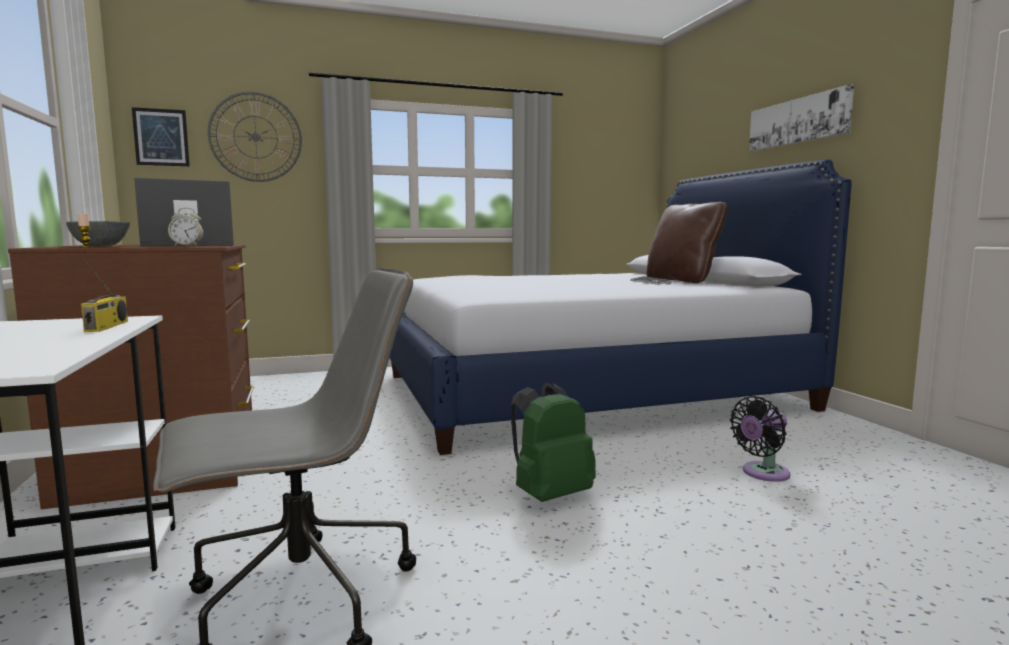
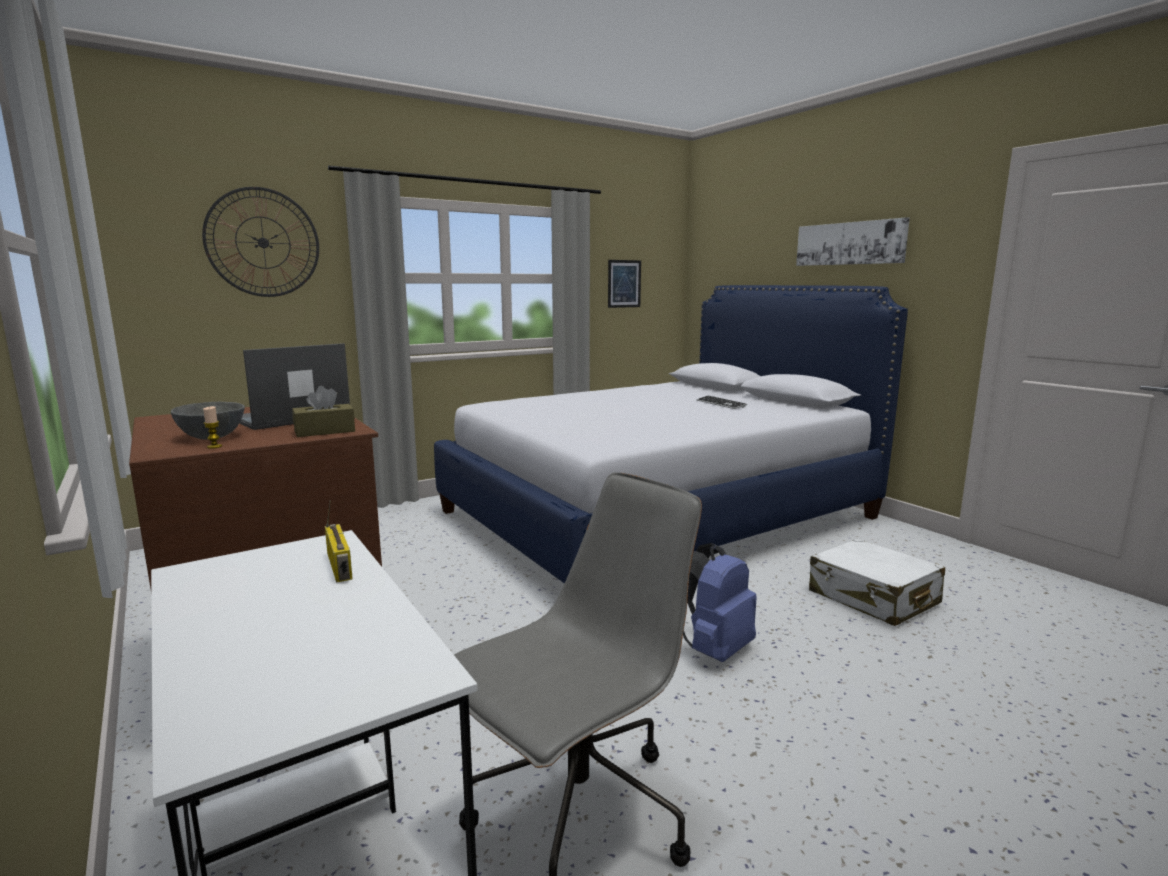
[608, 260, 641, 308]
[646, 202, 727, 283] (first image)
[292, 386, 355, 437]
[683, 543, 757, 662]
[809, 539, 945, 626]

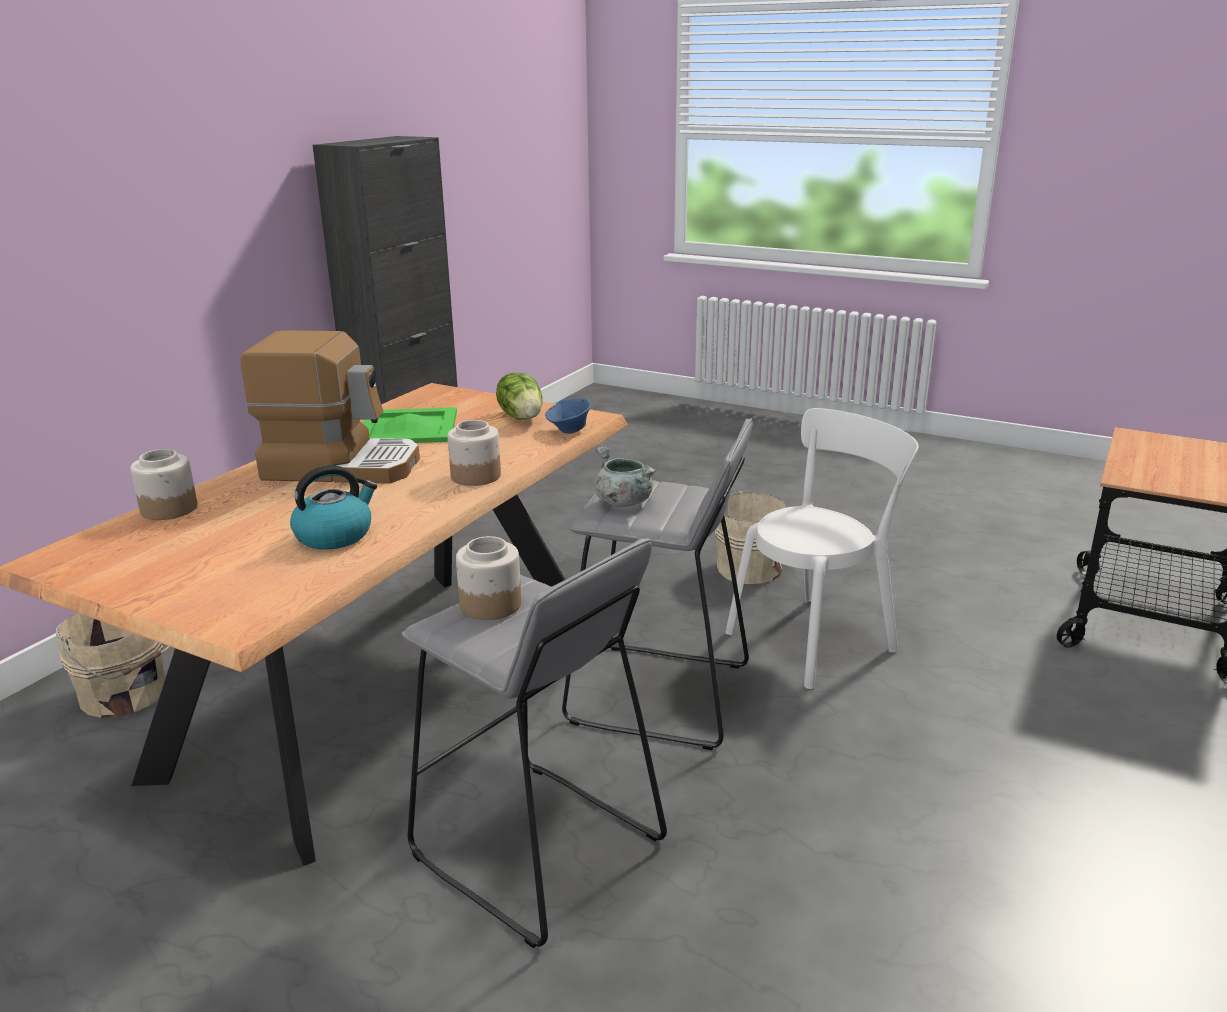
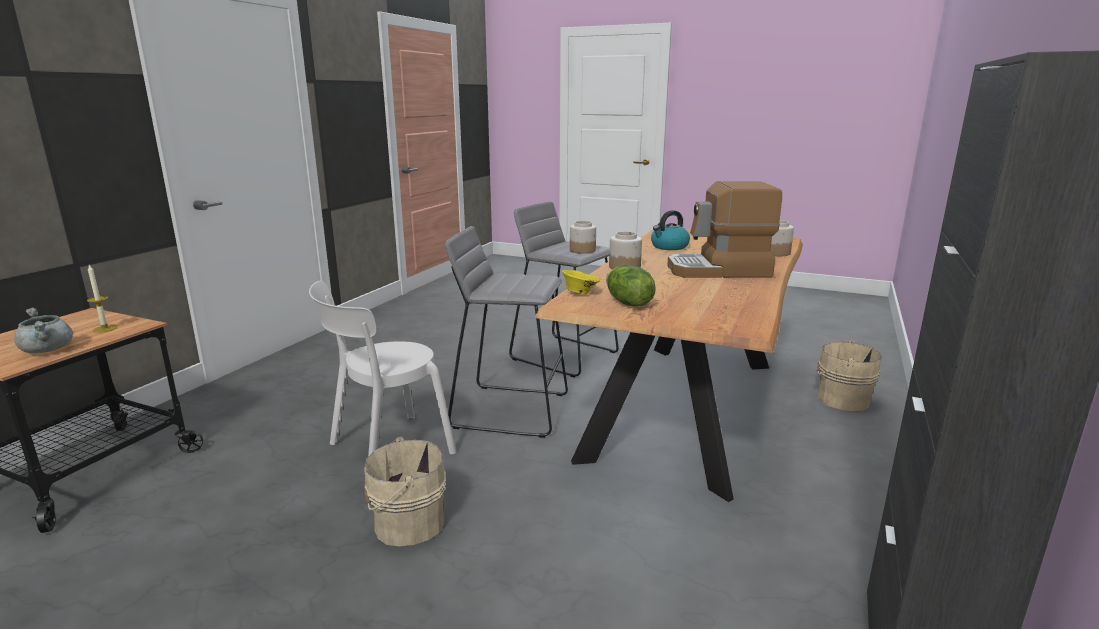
[562, 270, 600, 294]
[363, 407, 457, 443] (first image)
[14, 307, 73, 353]
[87, 265, 117, 333]

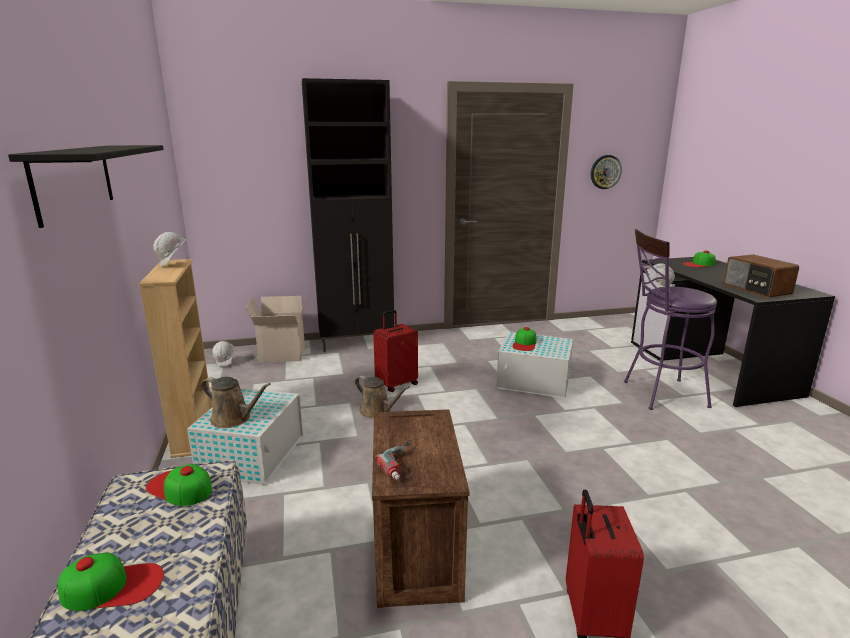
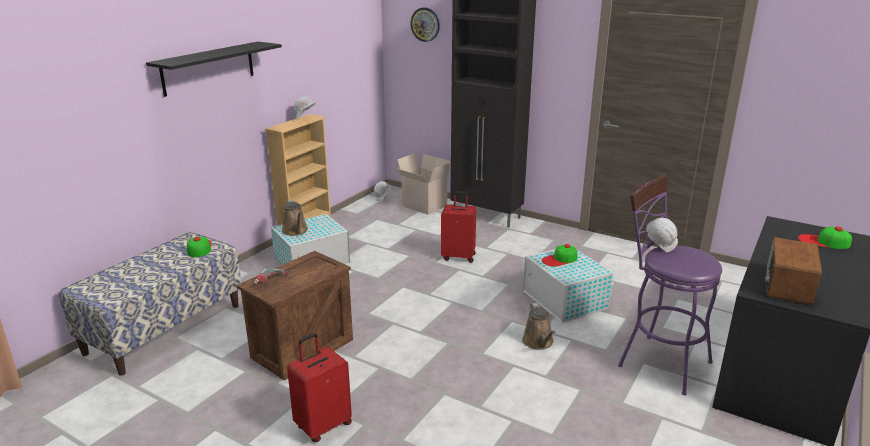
[410, 7, 440, 42]
[522, 303, 555, 350]
[57, 552, 164, 611] (first image)

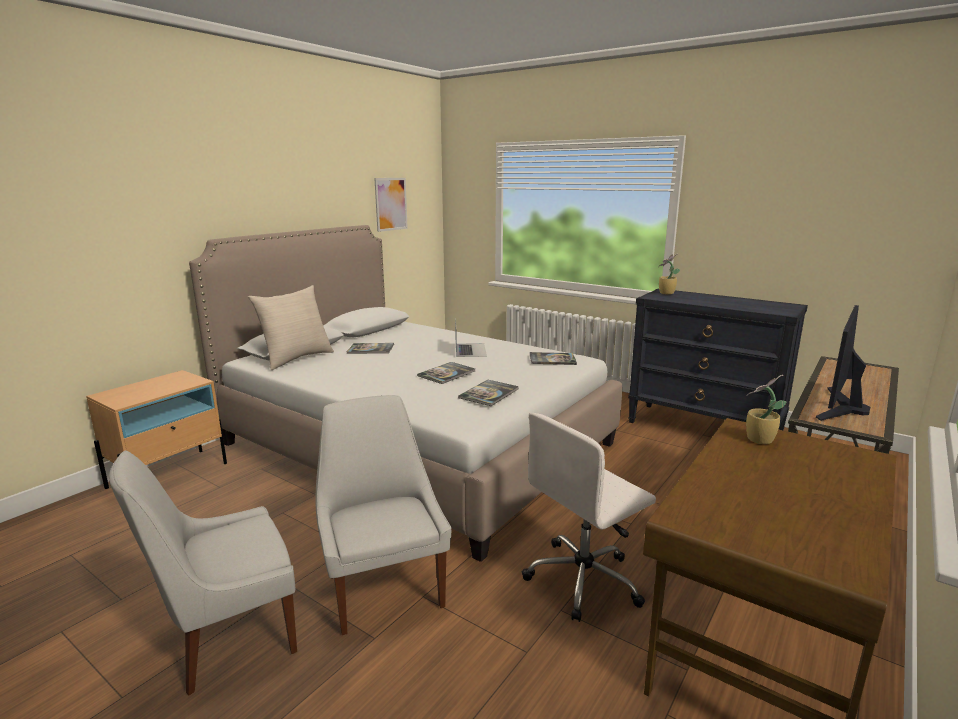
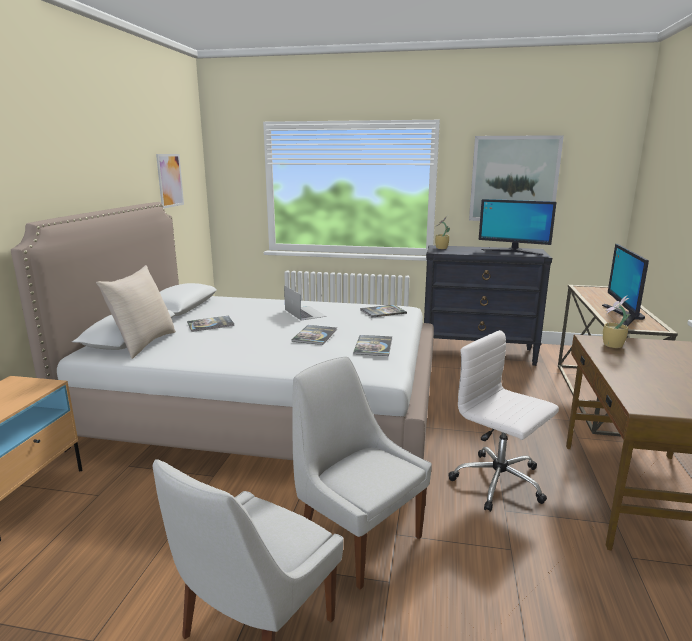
[449, 330, 559, 512]
[469, 135, 564, 221]
[479, 199, 556, 255]

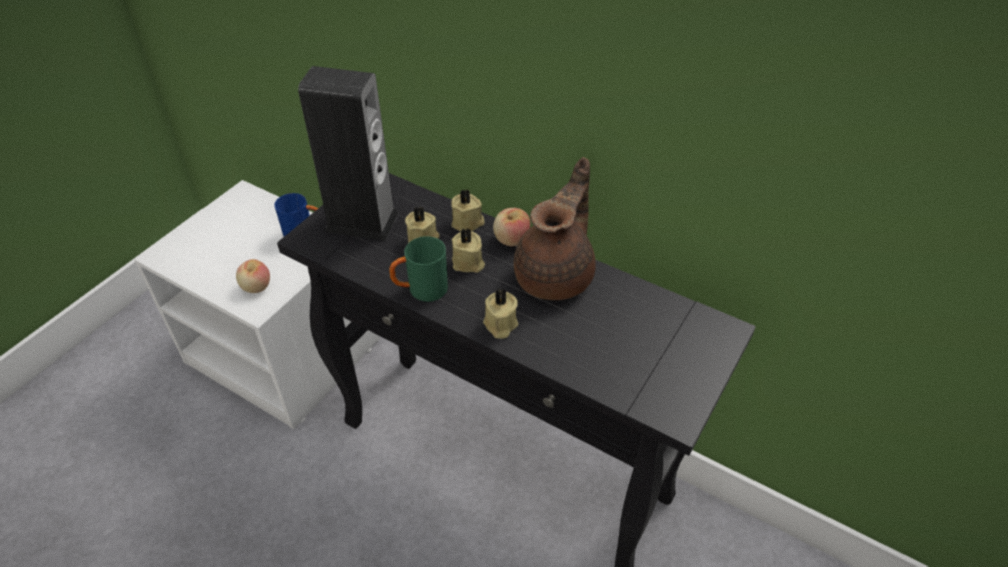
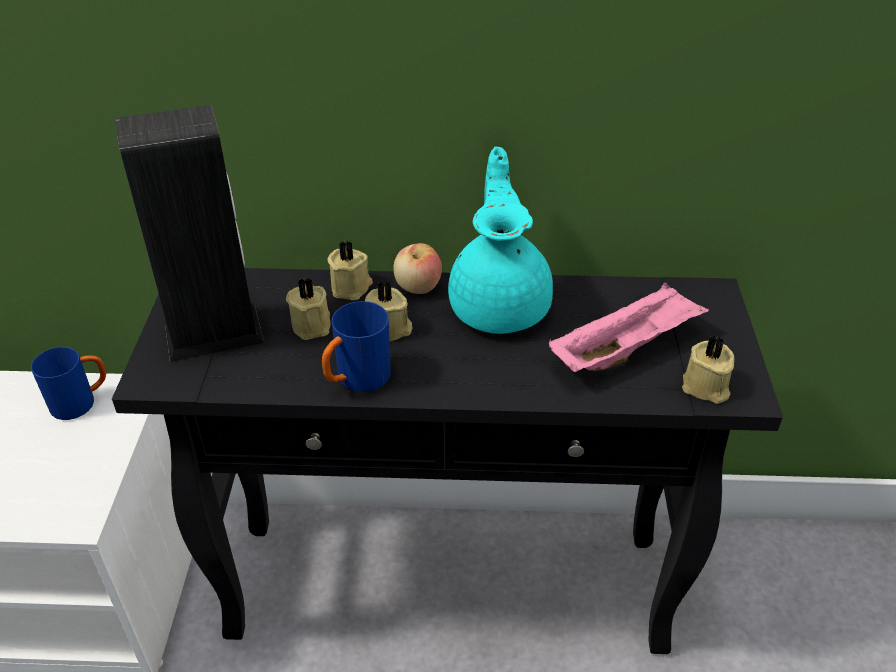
[448, 147, 553, 334]
[322, 301, 391, 392]
[236, 259, 270, 293] (first image)
[682, 335, 734, 404]
[549, 282, 709, 372]

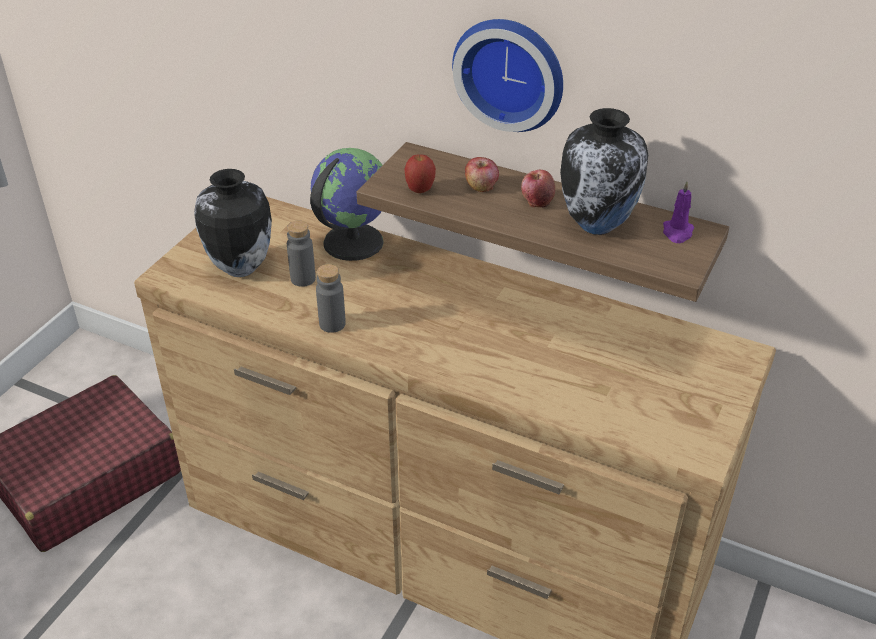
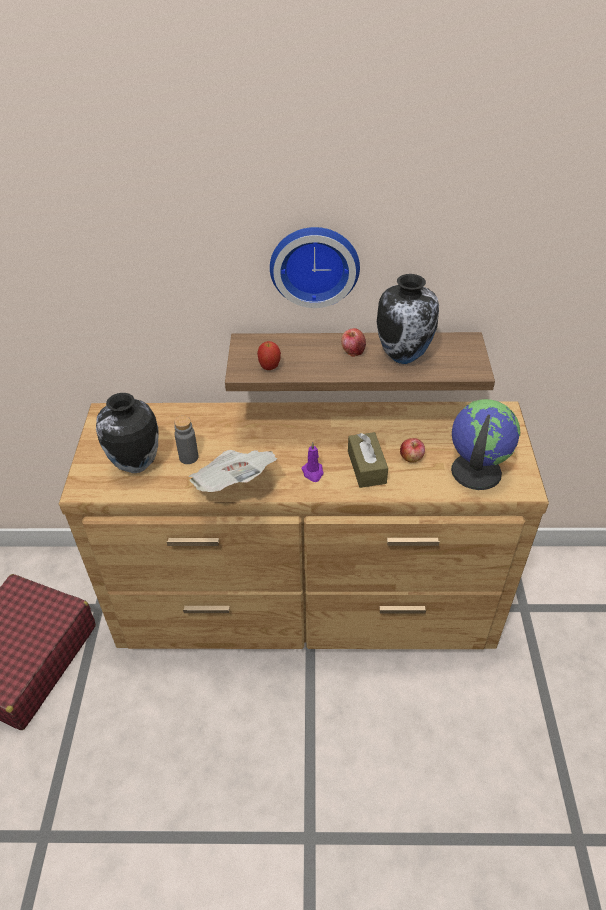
[451, 399, 520, 490]
[400, 438, 425, 463]
[301, 442, 323, 482]
[189, 450, 277, 492]
[348, 432, 388, 488]

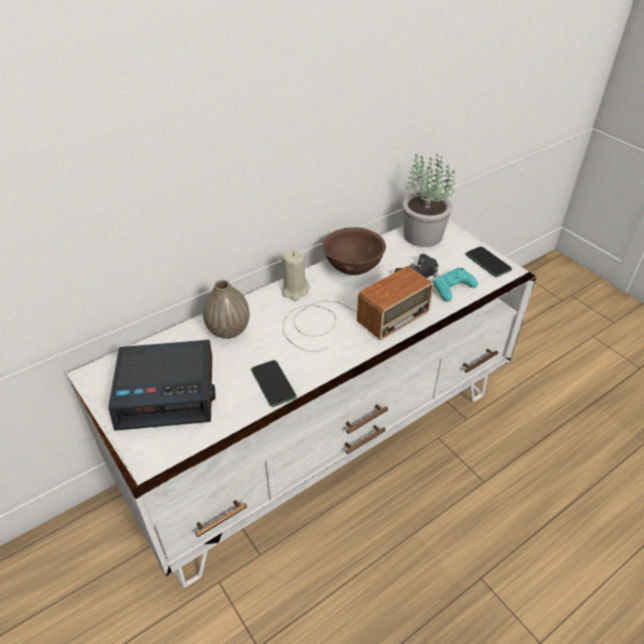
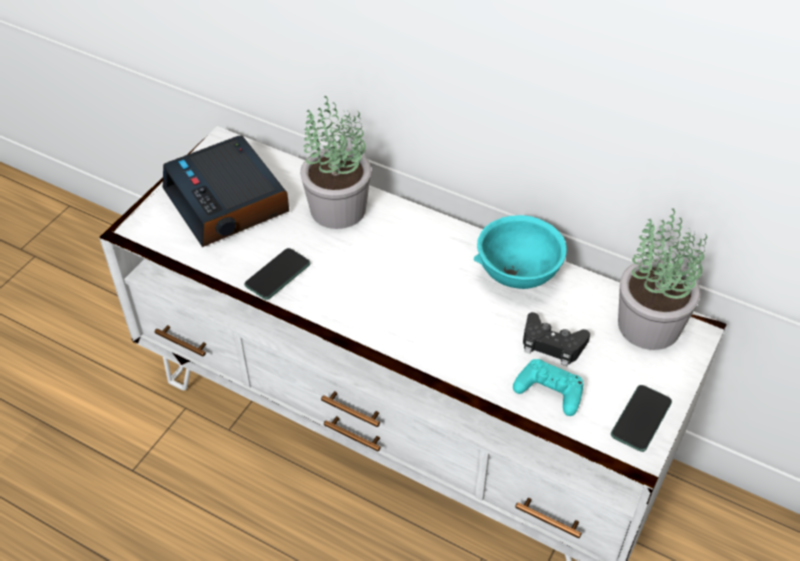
[474, 215, 567, 289]
[281, 250, 309, 301] (first image)
[282, 266, 434, 352] (first image)
[300, 96, 371, 229]

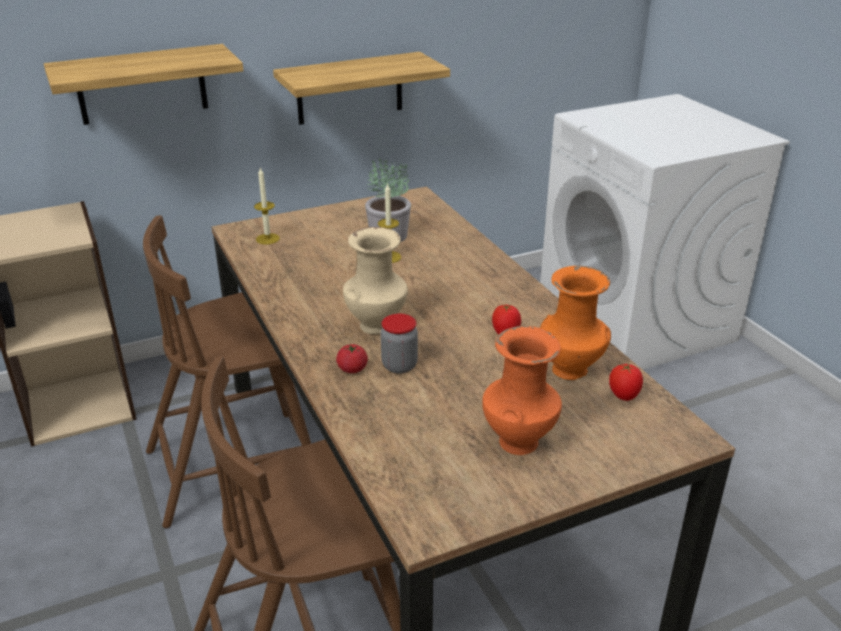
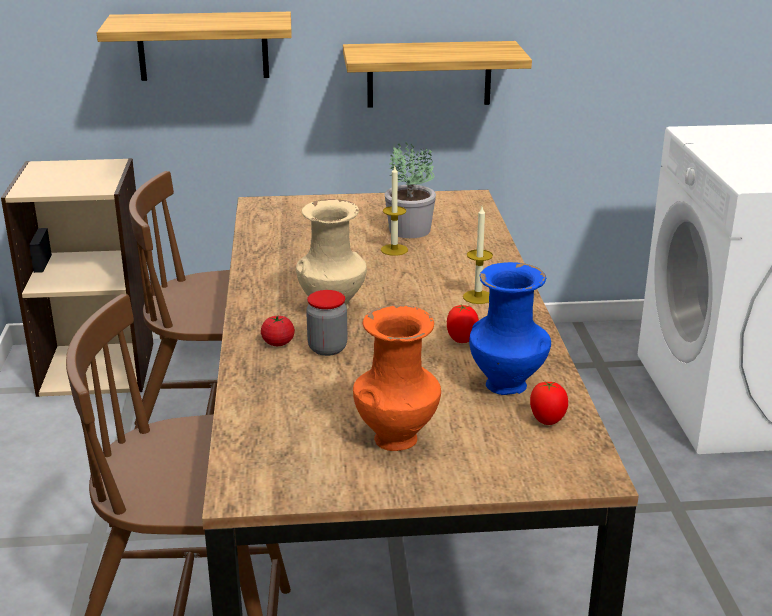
[463, 207, 493, 304]
[469, 262, 551, 395]

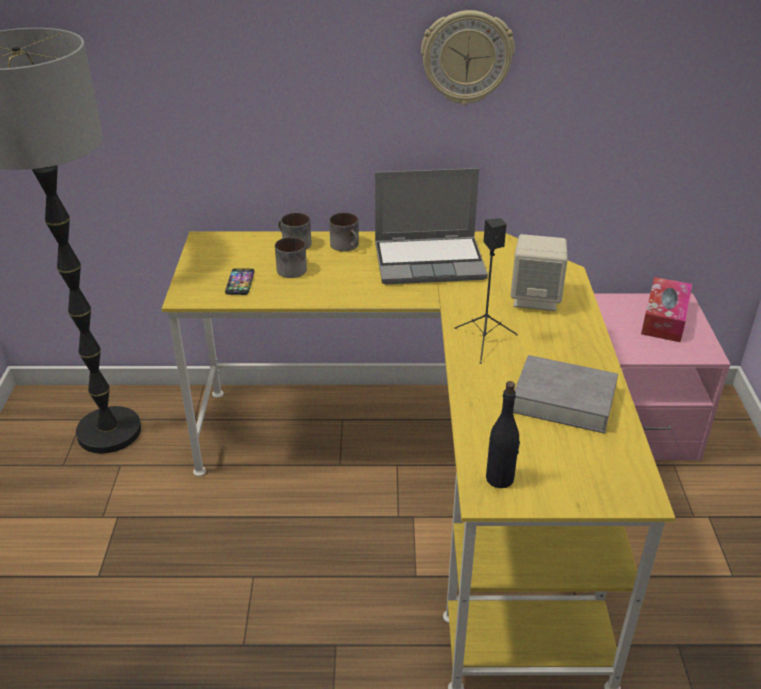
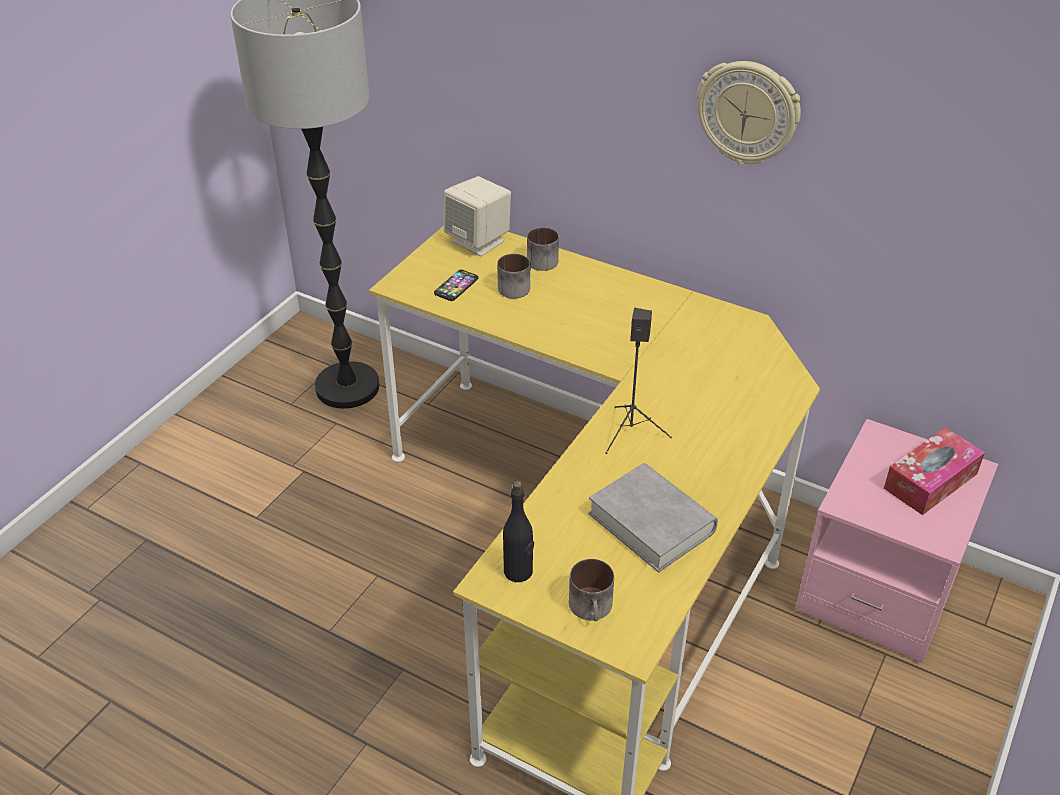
[375, 168, 488, 284] (first image)
[569, 559, 614, 621]
[444, 176, 511, 256]

